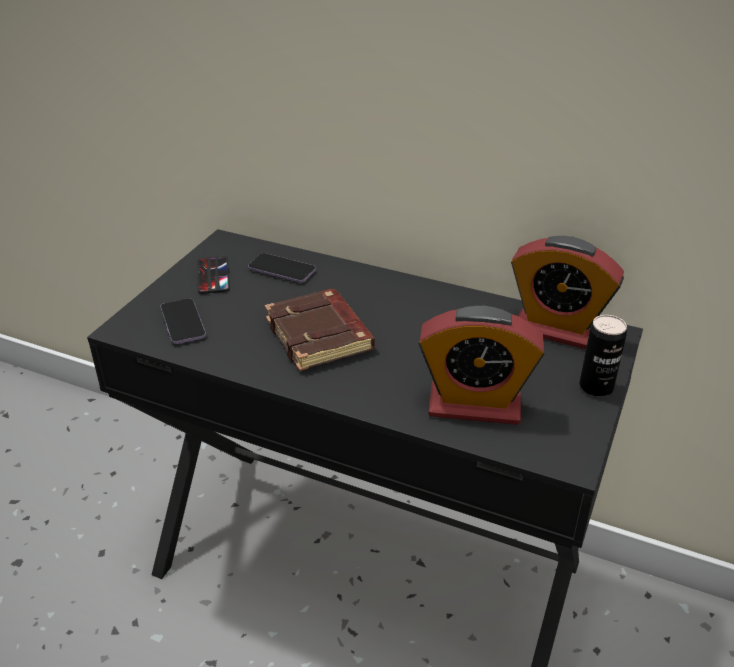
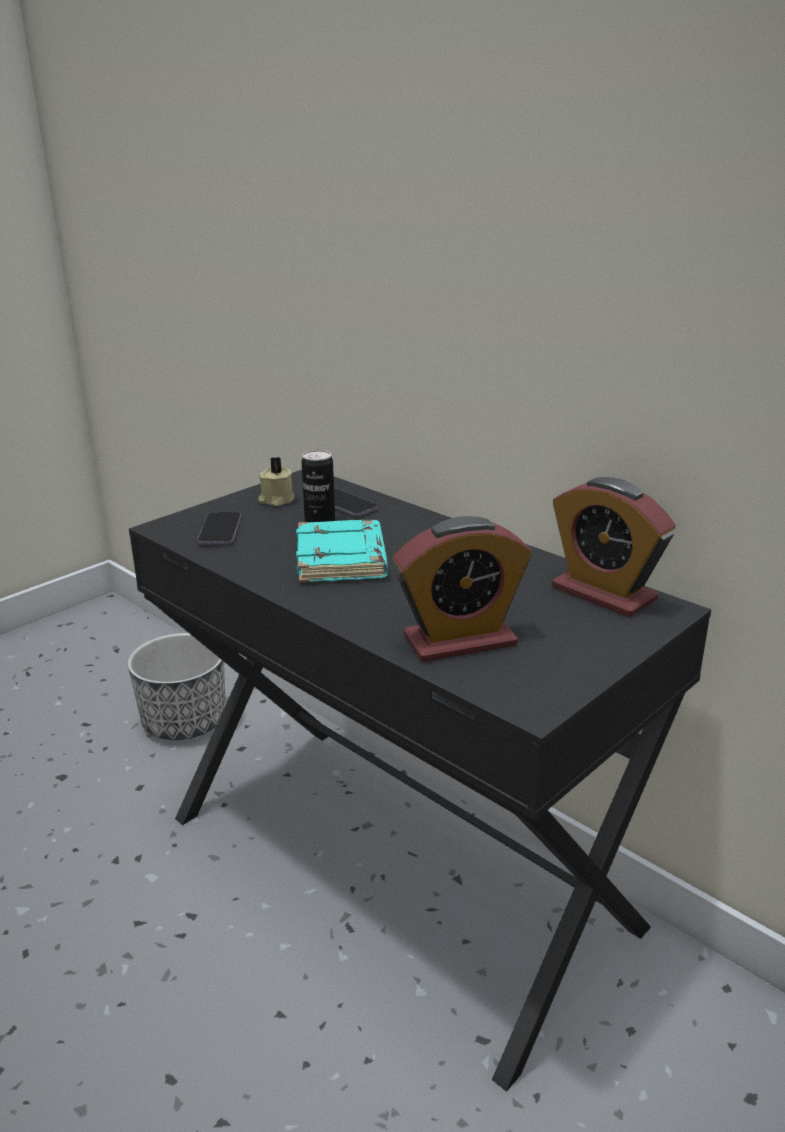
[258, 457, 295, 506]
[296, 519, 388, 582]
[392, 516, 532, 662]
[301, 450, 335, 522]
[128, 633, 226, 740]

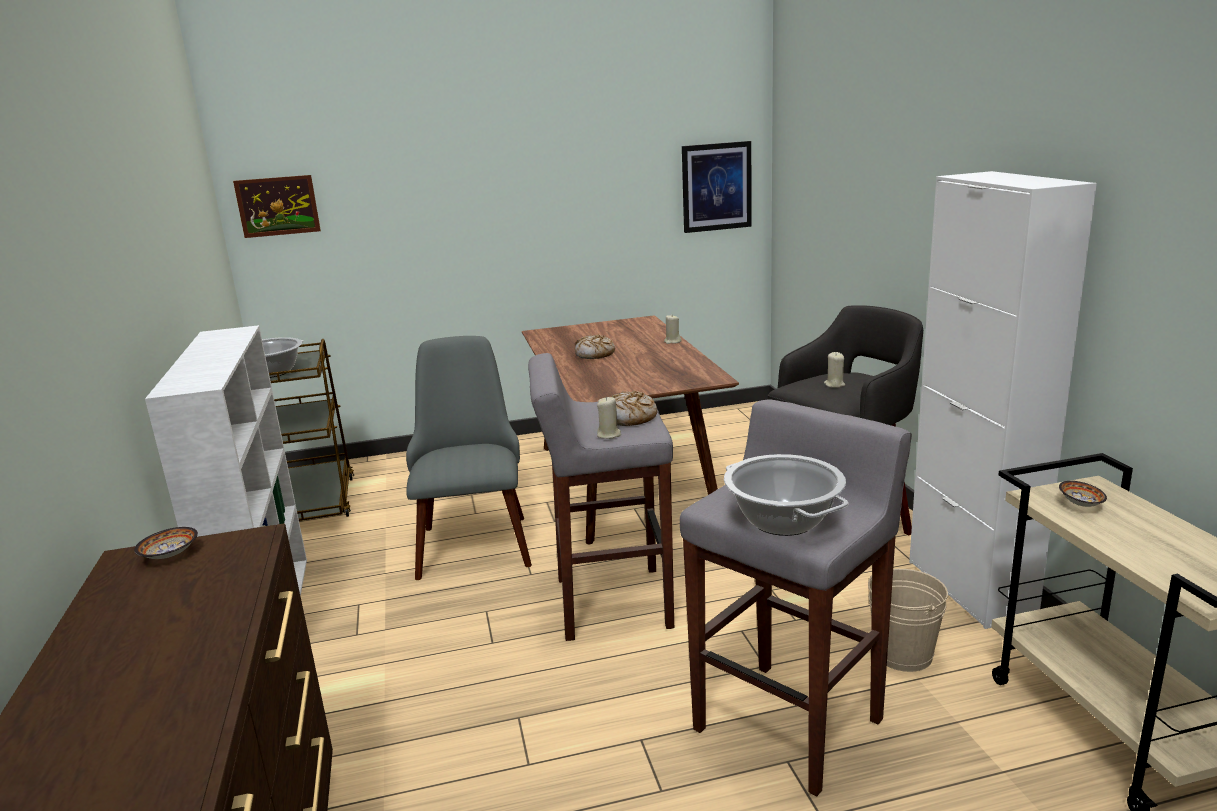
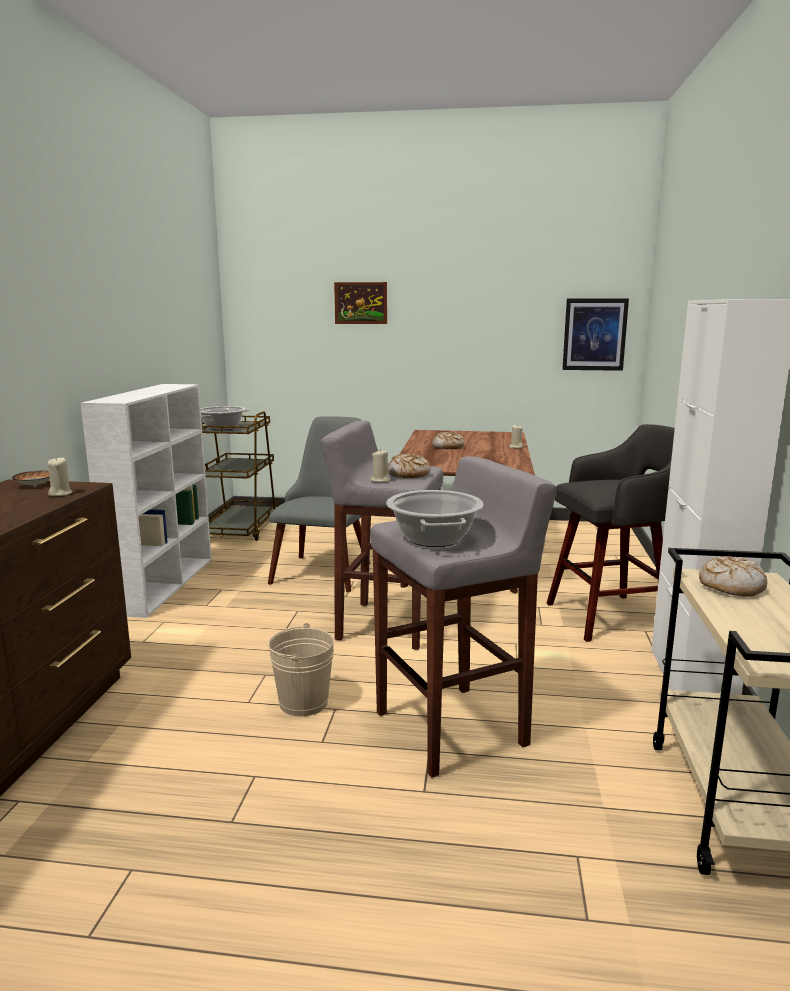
[334, 282, 387, 324]
[48, 458, 73, 496]
[699, 556, 767, 597]
[268, 623, 334, 716]

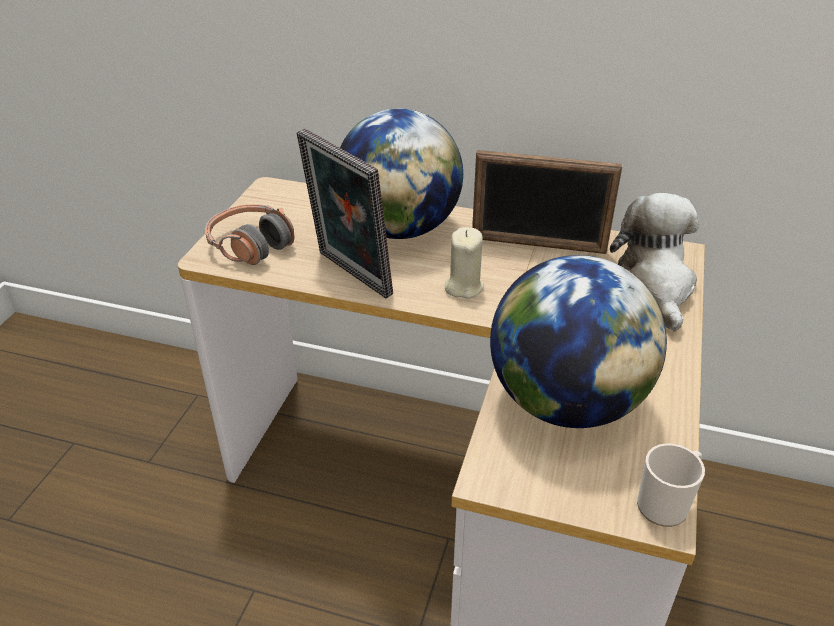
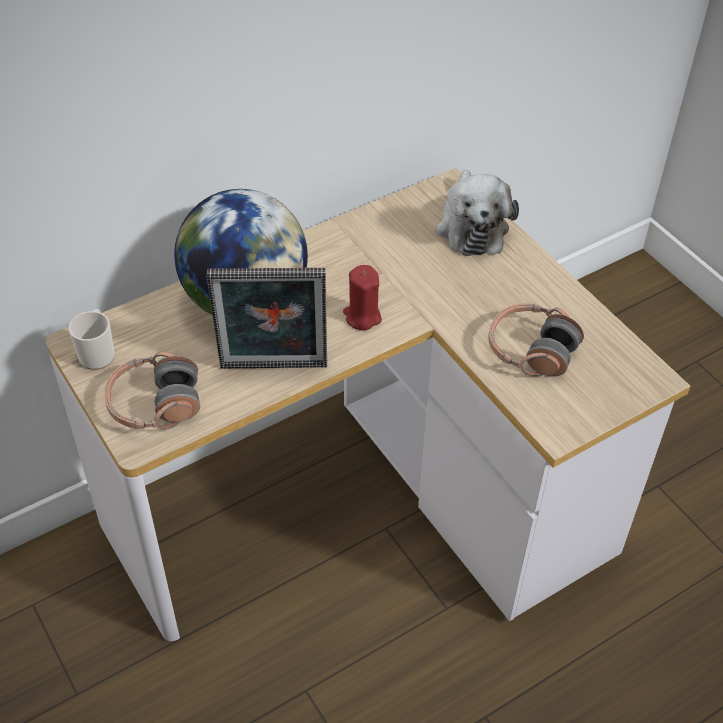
[472, 150, 622, 254] (first image)
[435, 170, 519, 256]
[343, 265, 382, 330]
[488, 303, 584, 377]
[69, 309, 115, 370]

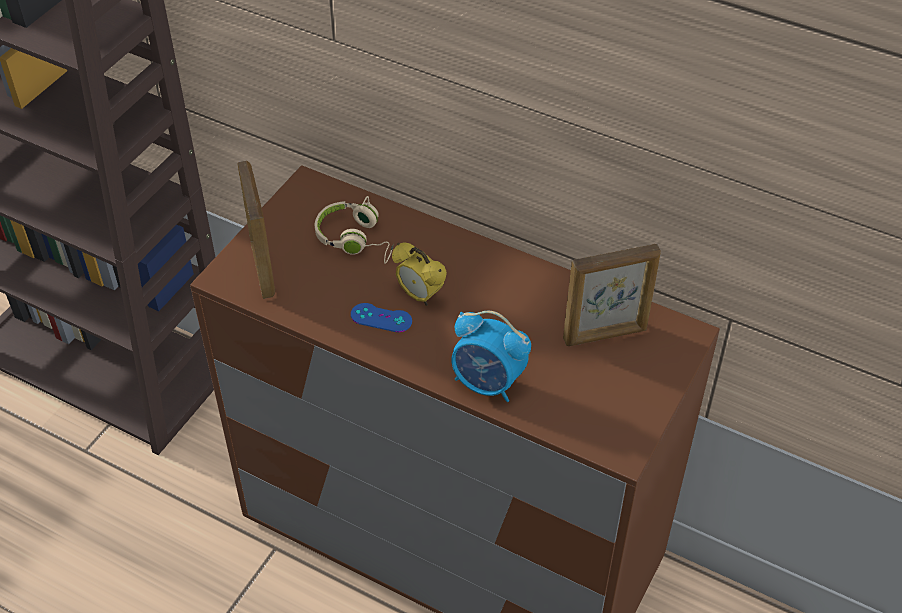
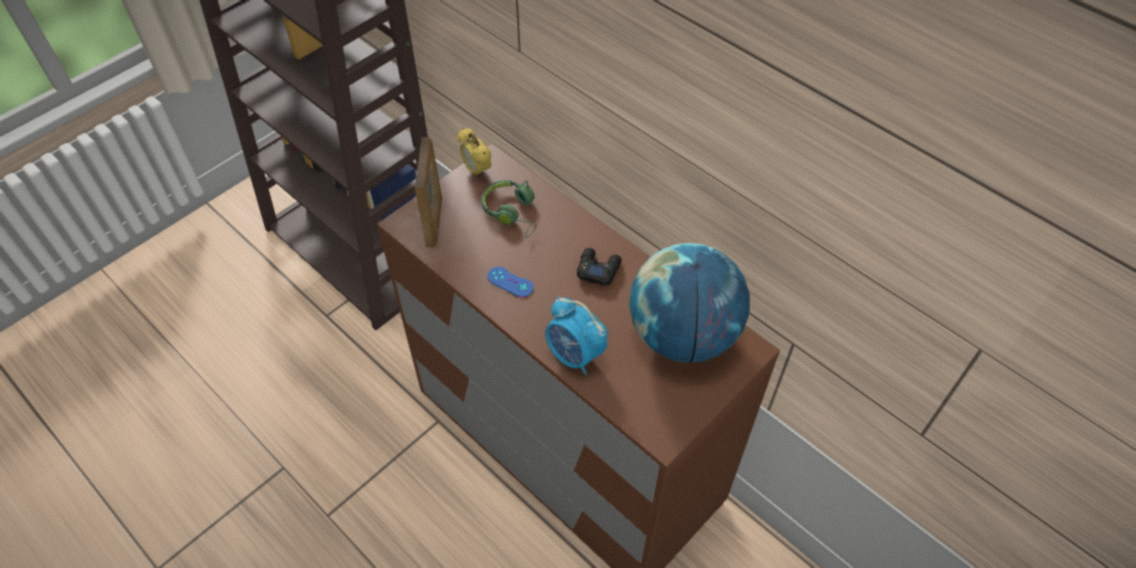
[481, 180, 537, 238]
[458, 128, 492, 179]
[629, 243, 750, 363]
[577, 248, 622, 286]

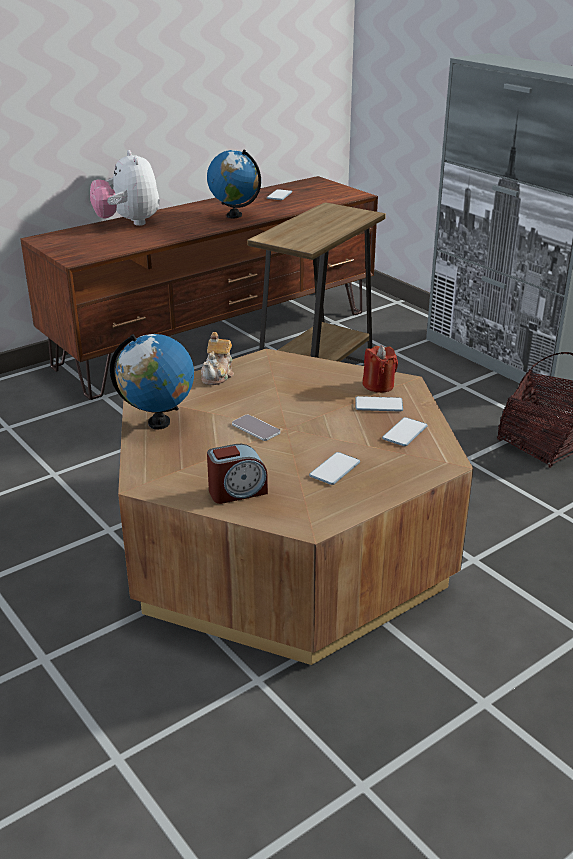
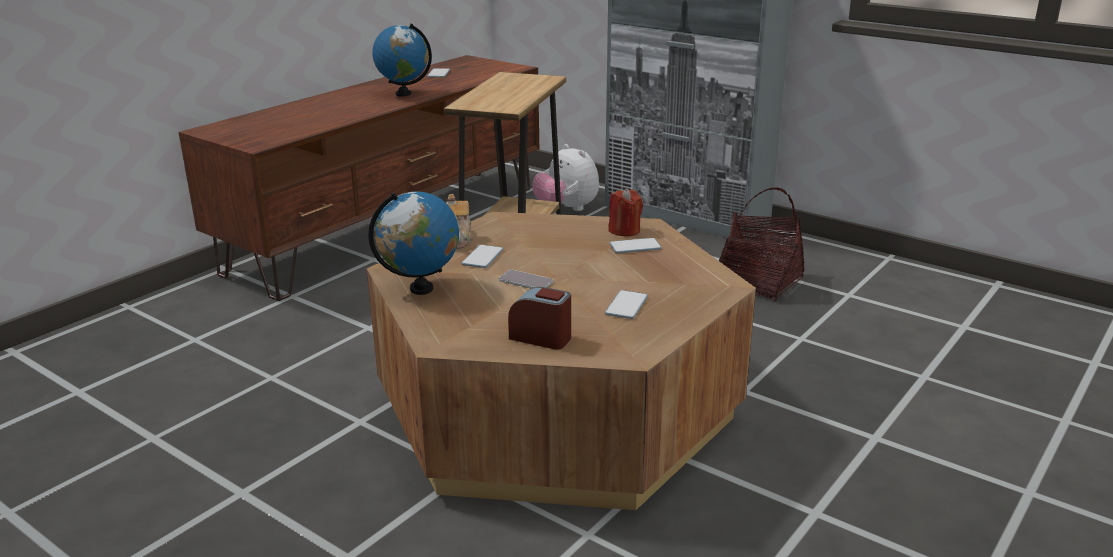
[532, 144, 599, 211]
[461, 245, 503, 268]
[508, 287, 571, 349]

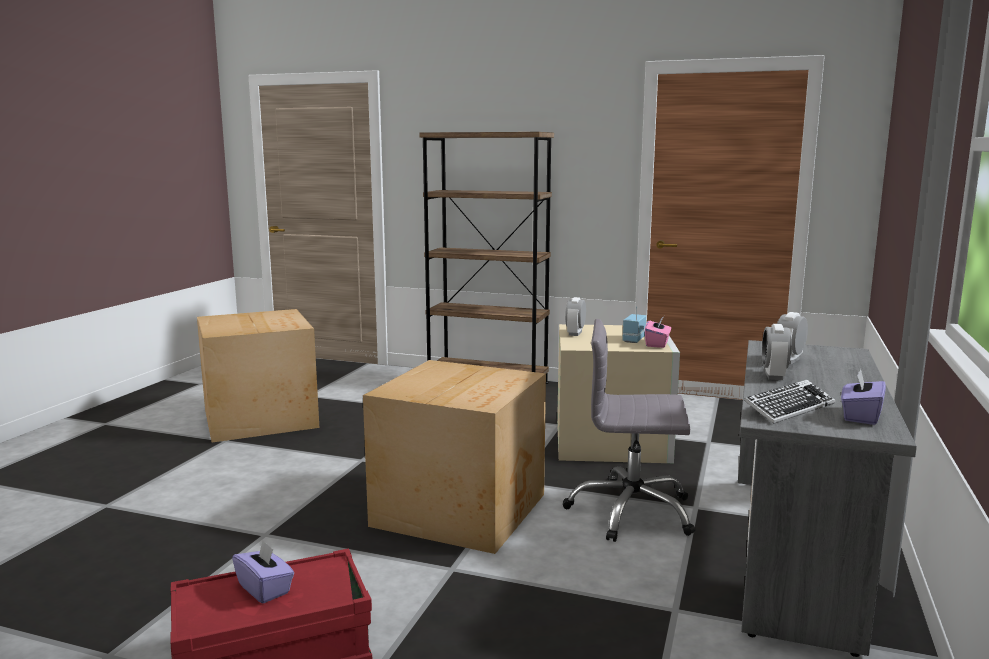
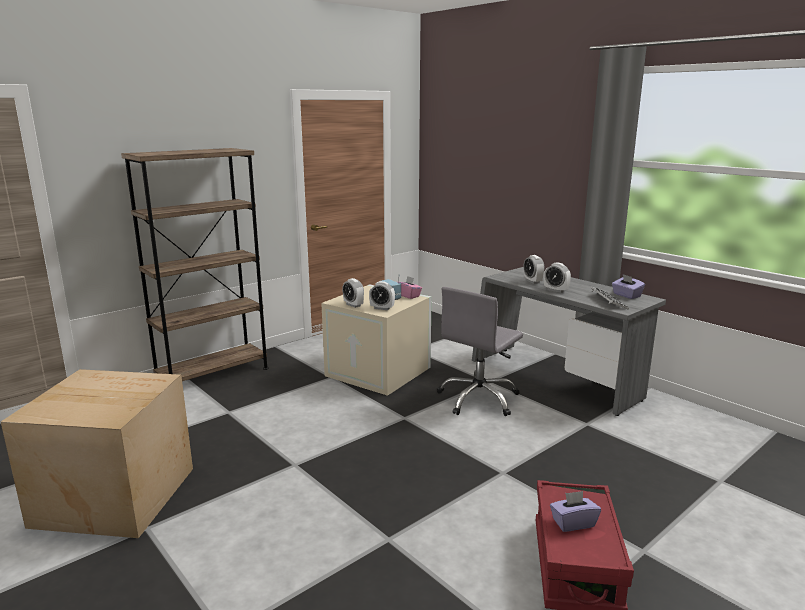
[363, 360, 546, 554] (first image)
[369, 281, 395, 310]

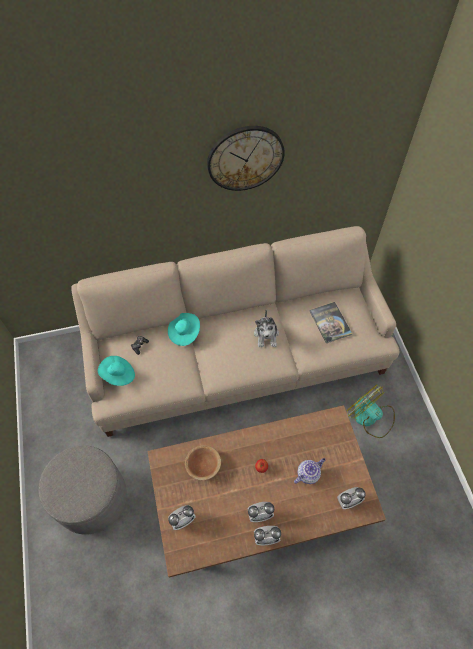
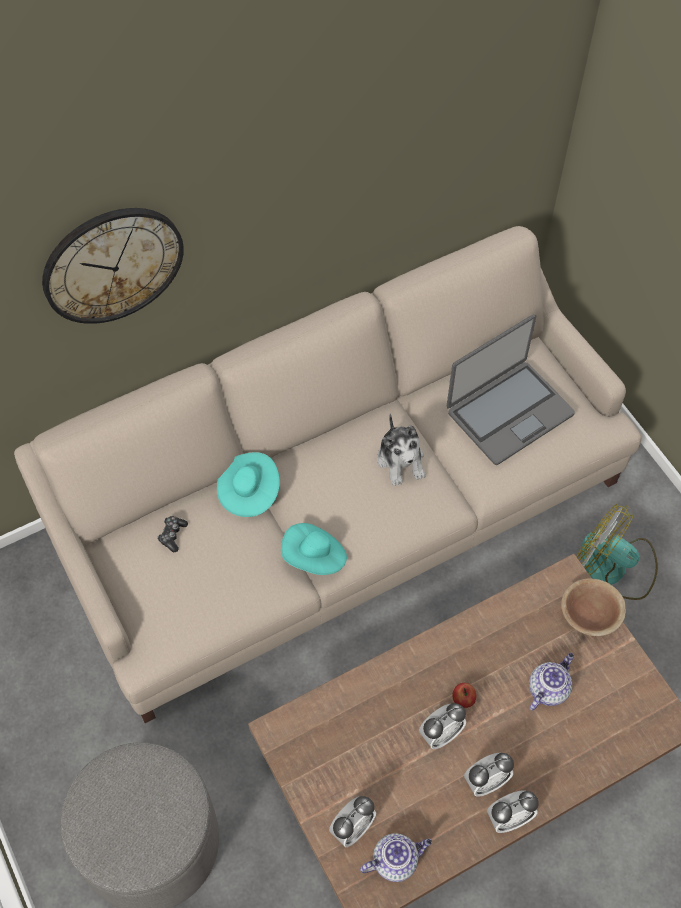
[42, 208, 184, 324]
[447, 314, 575, 465]
[281, 523, 347, 575]
[561, 578, 626, 636]
[419, 703, 466, 749]
[360, 833, 432, 882]

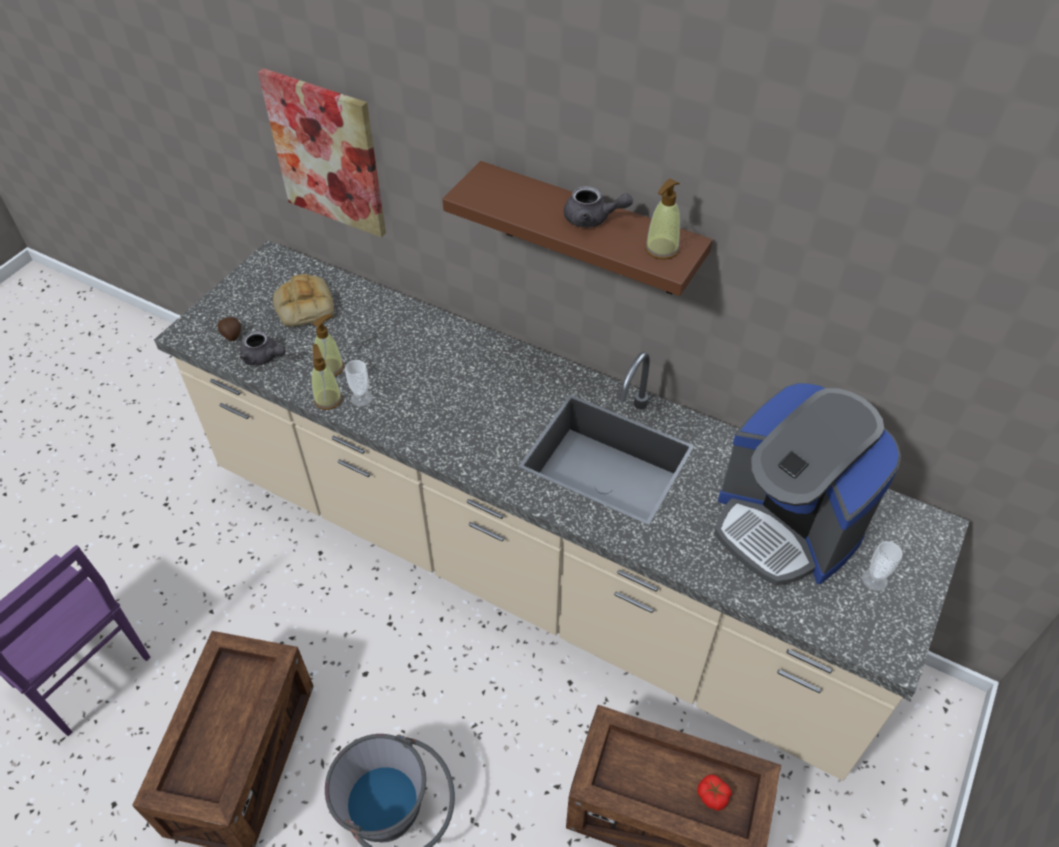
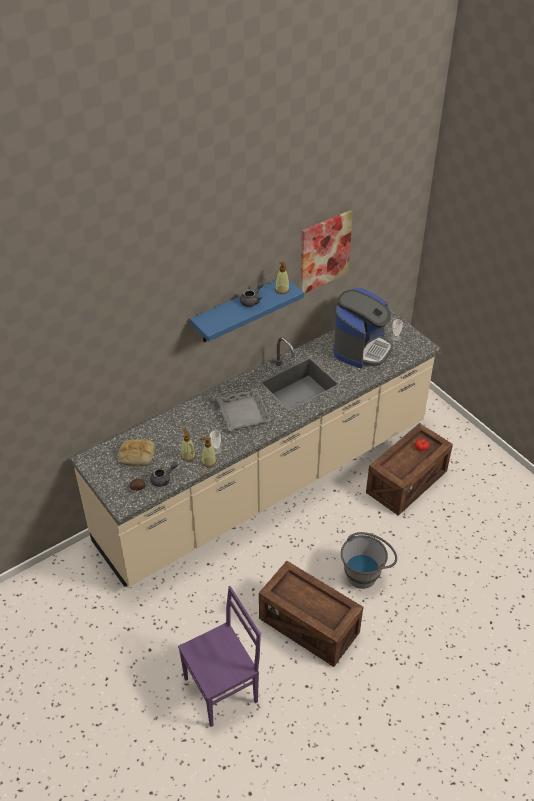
[300, 210, 353, 293]
[190, 280, 304, 342]
[333, 288, 393, 369]
[216, 388, 271, 431]

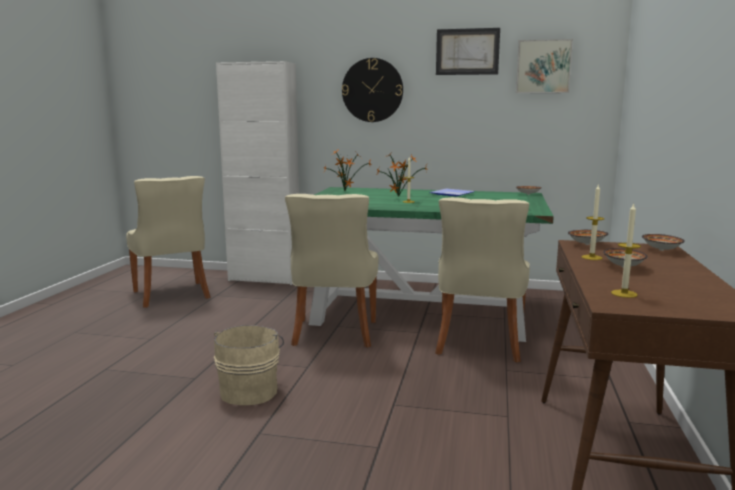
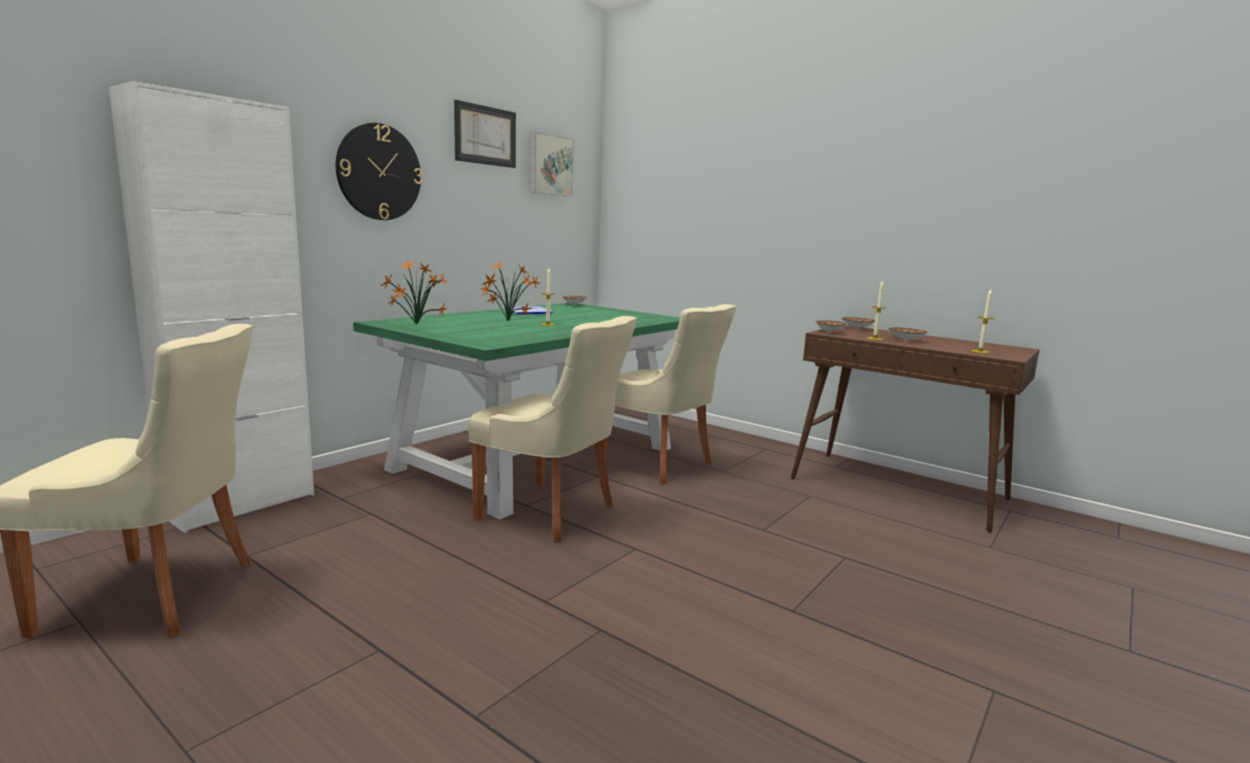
[214, 325, 284, 405] (first image)

